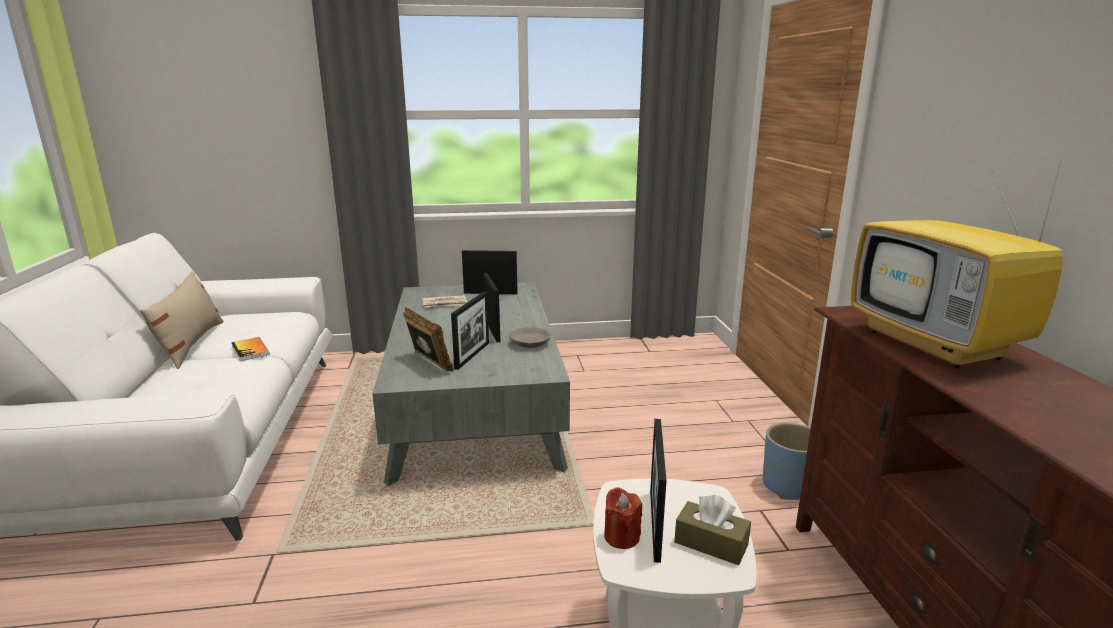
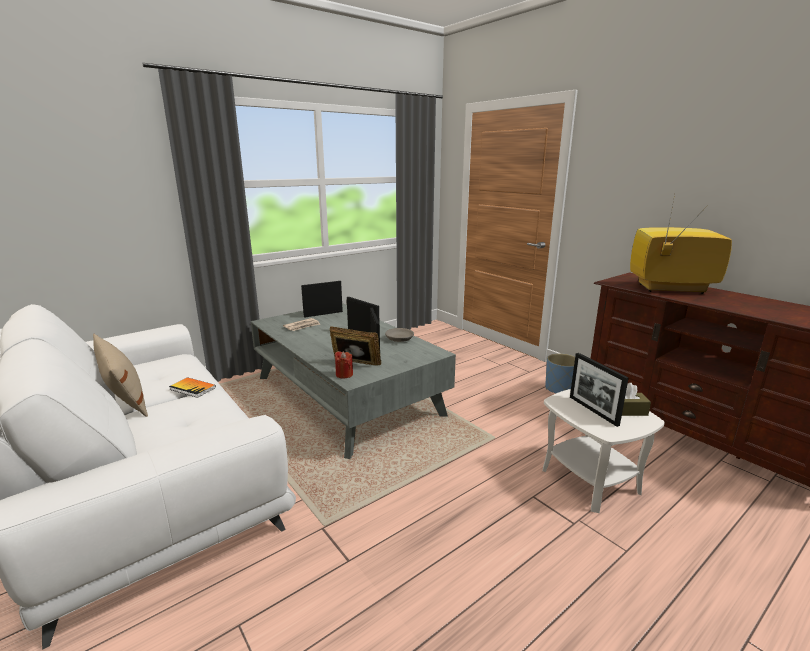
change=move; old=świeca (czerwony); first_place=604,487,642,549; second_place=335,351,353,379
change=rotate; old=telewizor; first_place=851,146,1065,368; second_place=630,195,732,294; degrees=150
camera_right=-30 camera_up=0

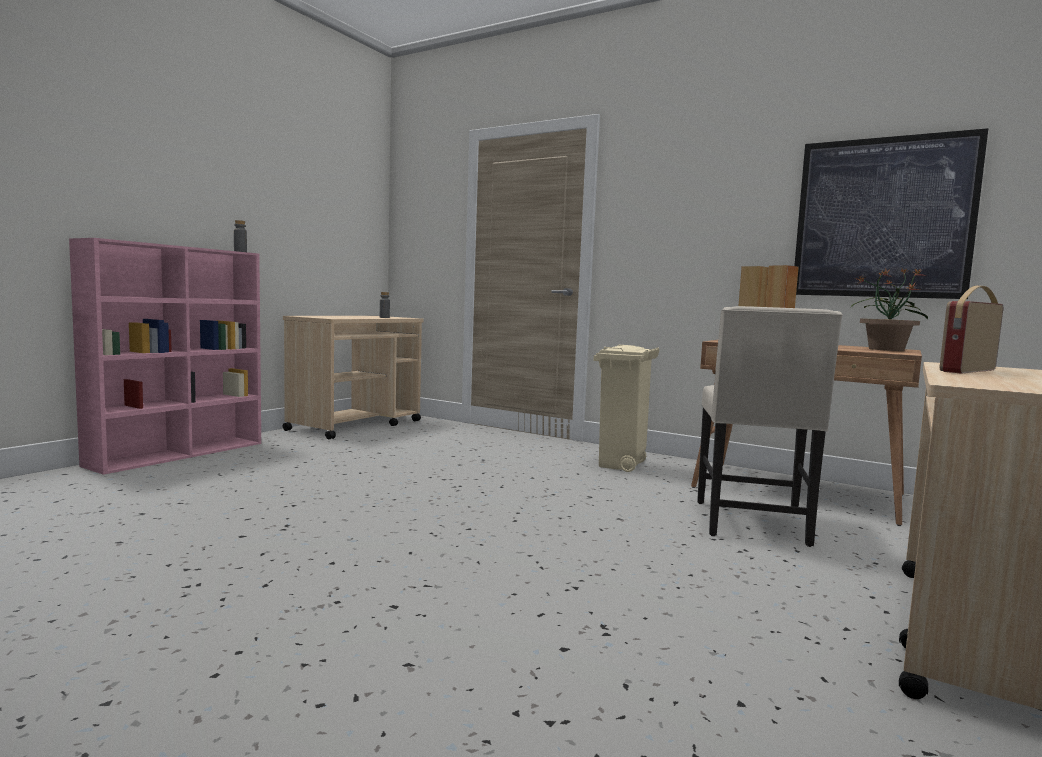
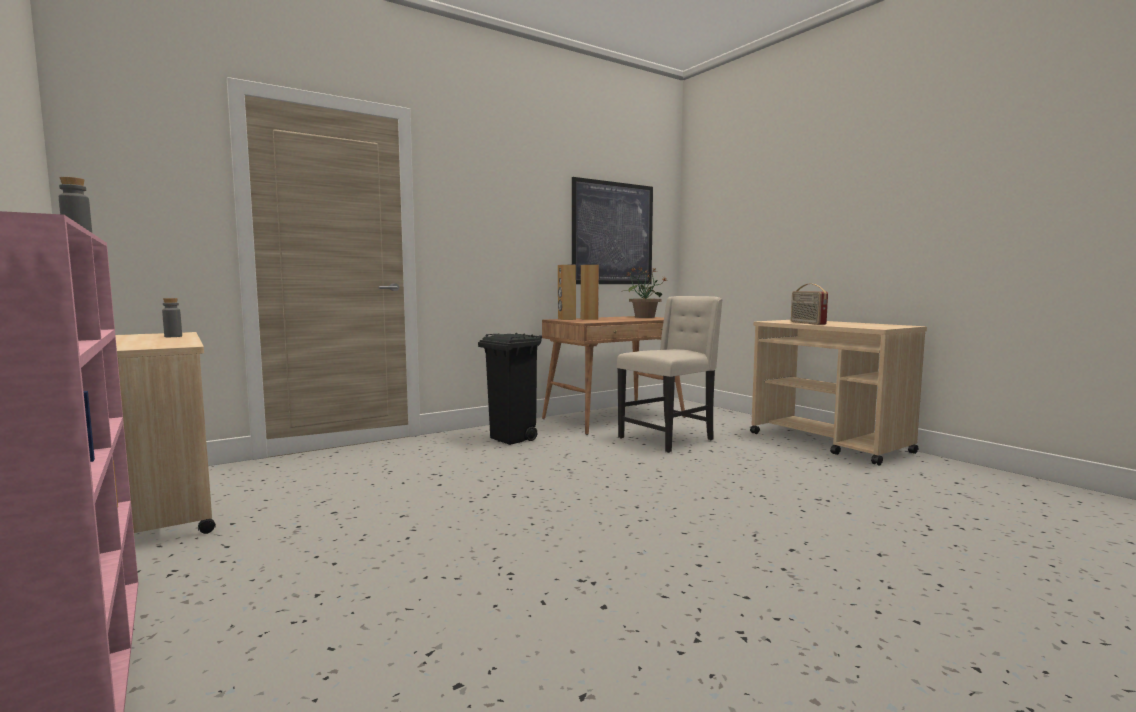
change=recolor; old=kosz na śmieci (beżowy); new=kosz na śmieci (czarny); first_place=594,345,659,472; second_place=478,333,542,445
change=rotate; old=krzesło (beżowy); first_place=697,306,843,547; second_place=617,296,723,453; degrees=-75
camera_right=-65 camera_up=0

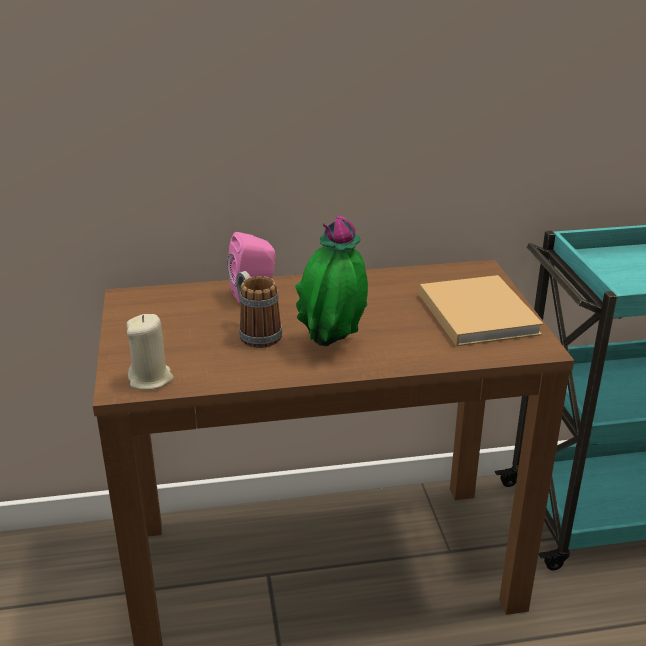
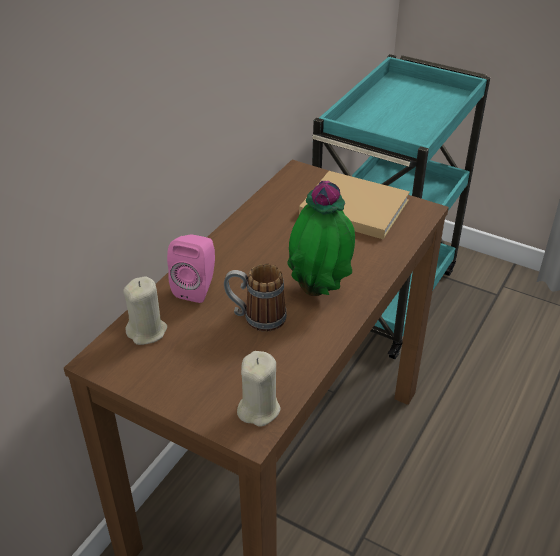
change=insert; new=świeca (beżowy); second_place=123,276,167,345
camera_right=-50 camera_up=10

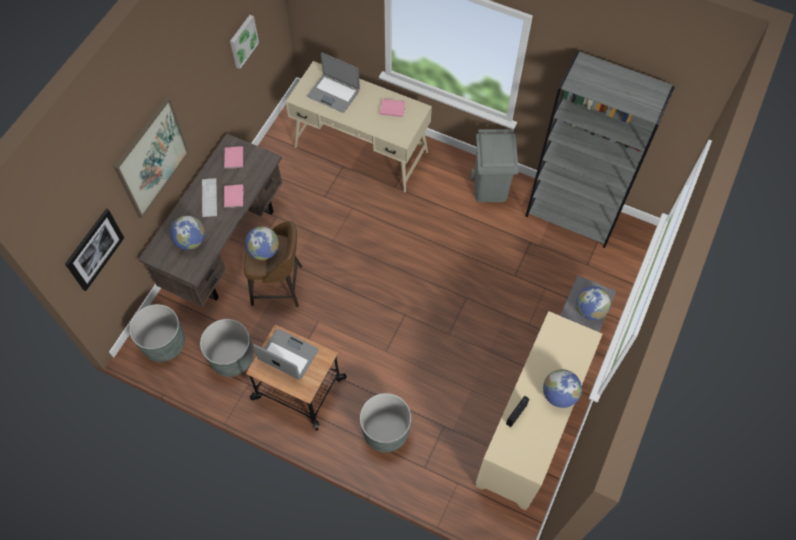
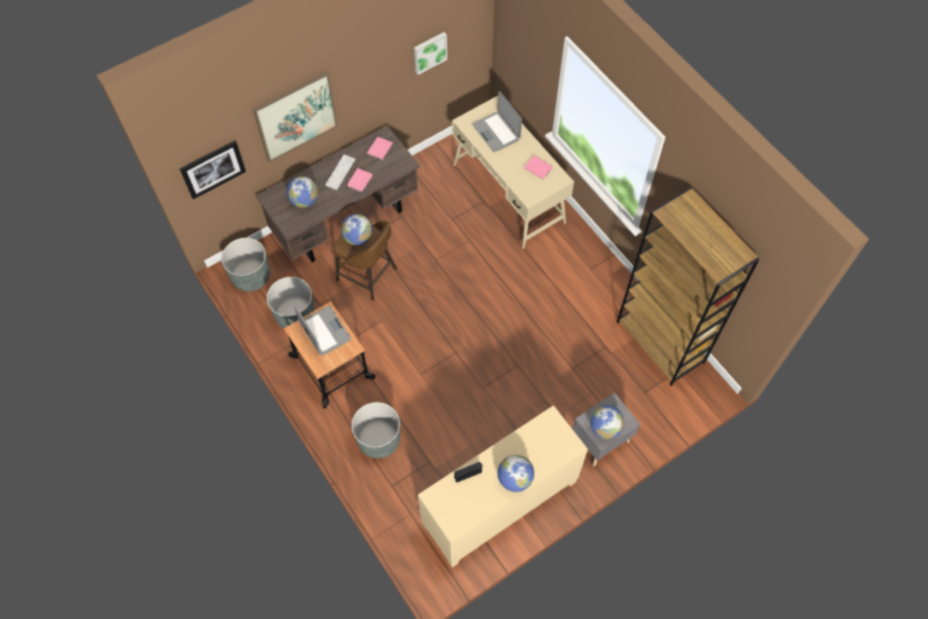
change=recolor; old=regał (szary); new=regał (brązowy); first_place=526,52,675,248; second_place=617,187,760,386
change=delete; old=kosz na śmieci (szary); first_place=471,129,519,202
camera_right=30 camera_up=0

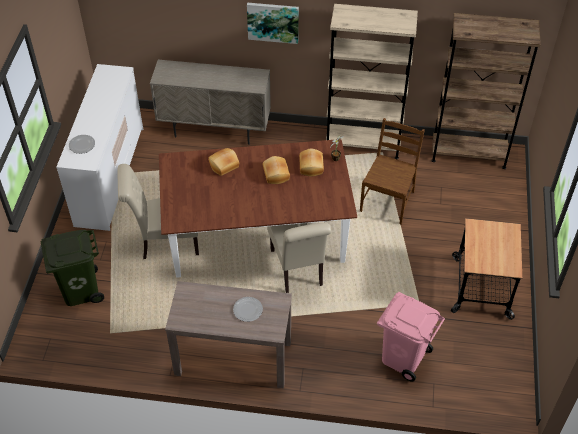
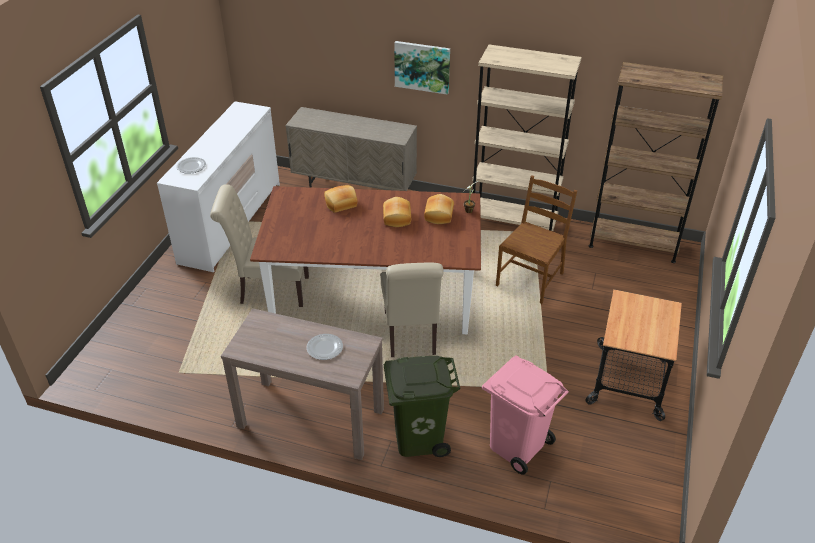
change=move; old=kosz na śmieci (zielony); first_place=41,230,104,306; second_place=384,356,460,457
camera_right=10 camera_up=-10

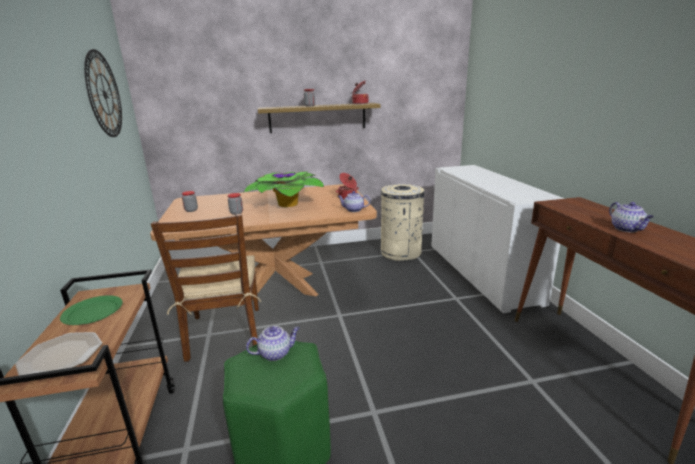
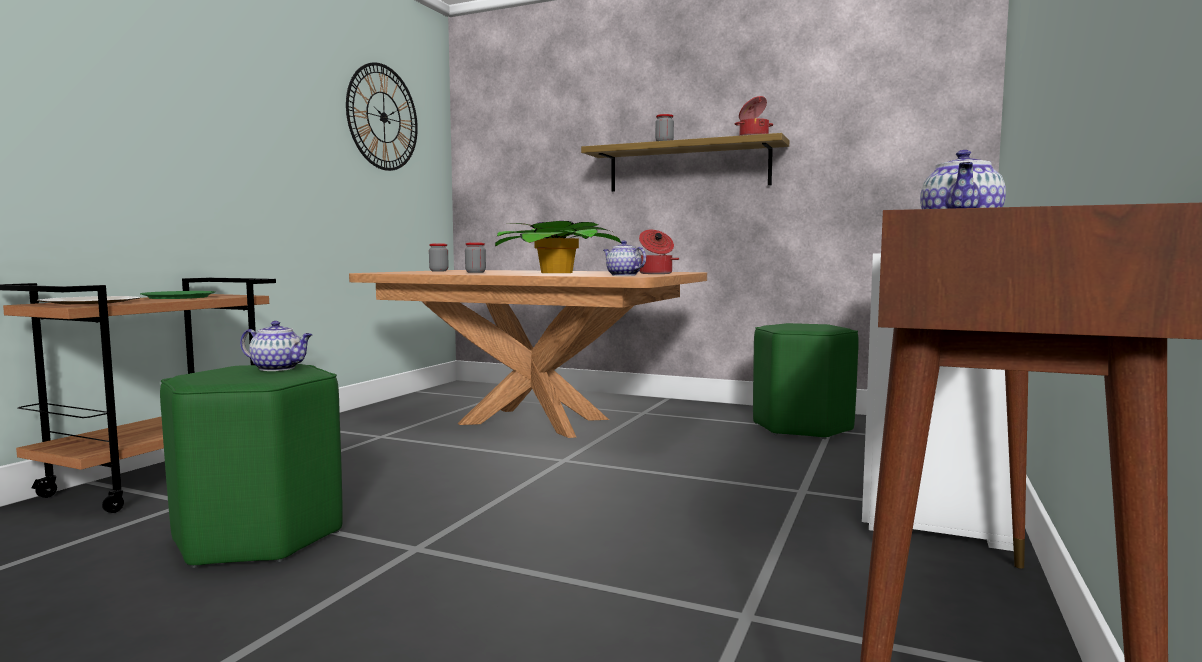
change=replace; old=kosz na śmieci (beżowy); new=stołek (zielony); first_place=380,184,425,261; second_place=753,323,859,439
change=delete; old=krzesło (brązowy); first_place=151,214,262,362
camera_right=35 camera_up=-15

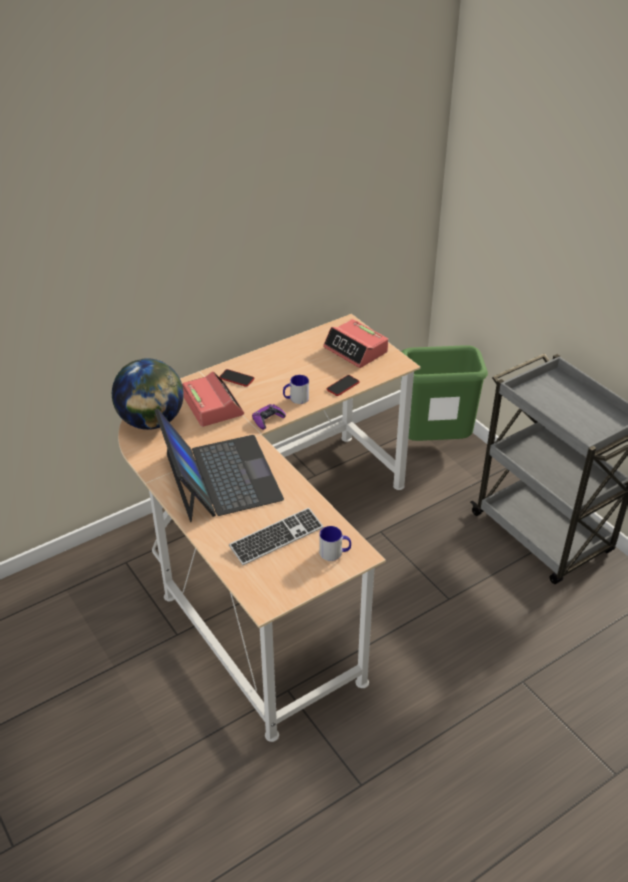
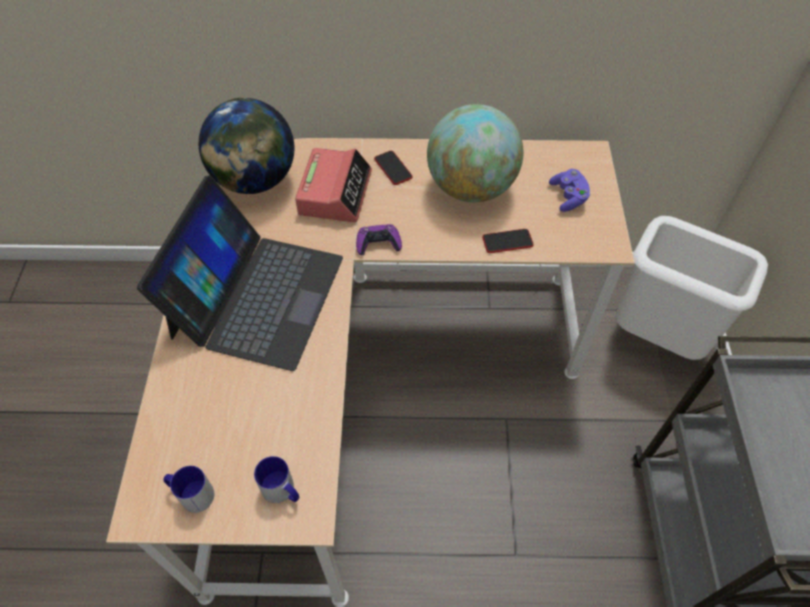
change=move; old=kubek; first_place=283,375,309,404; second_place=163,466,214,513
change=insert; new=globus; second_place=427,104,524,202
change=replace; old=budzik; new=pad do gier (fioletowy); first_place=323,319,388,368; second_place=549,169,590,212
change=recolor; old=kosz na śmieci (zielony); new=kosz na śmieci (biały); first_place=401,345,488,441; second_place=616,216,768,360
change=delete; old=klawiatura; first_place=229,508,323,565
camera_right=35 camera_up=15

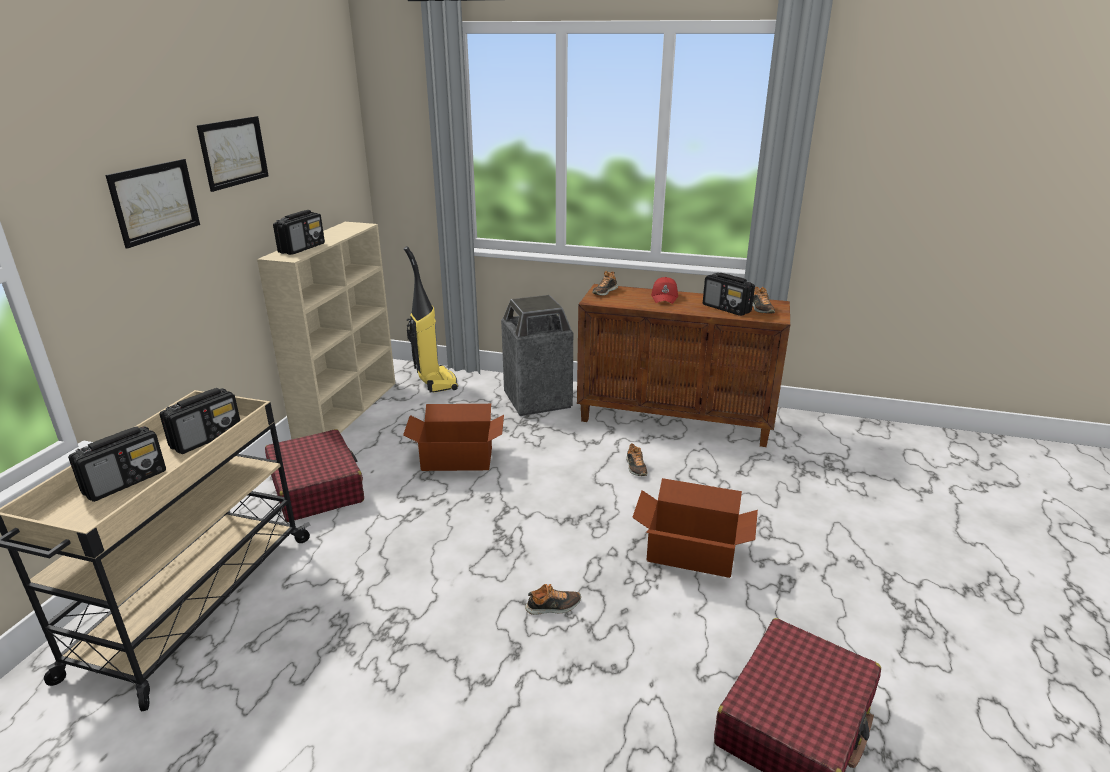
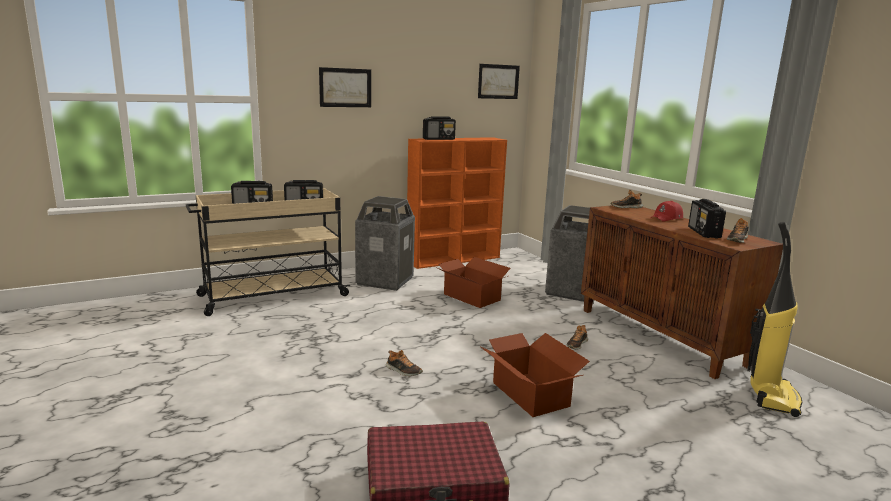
change=replace; old=walizka (czerwony); new=kosz na śmieci; first_place=265,429,364,522; second_place=355,196,415,291
change=recolor; old=regał (beżowy); new=regał (pomarańczowy); first_place=257,222,395,439; second_place=407,137,507,269
change=move; old=obraz; first_place=197,116,269,192; second_place=478,64,520,99
change=move; old=odkurzacz; first_place=404,246,458,393; second_place=747,222,802,417
camera_right=45 camera_up=-10

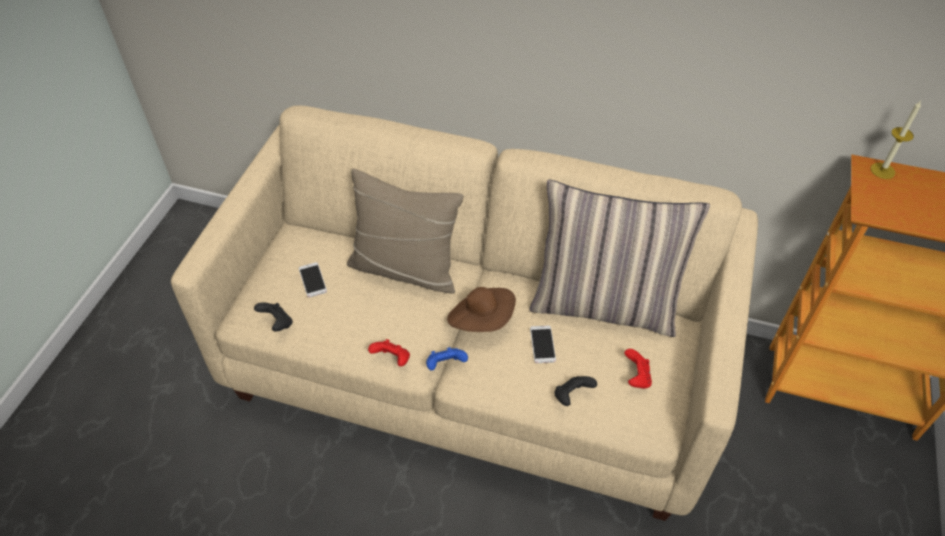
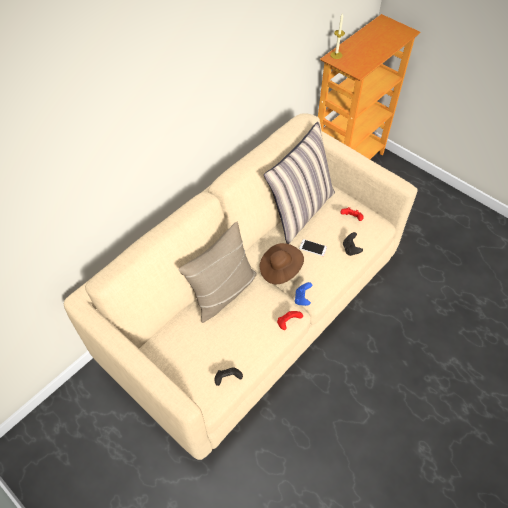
change=delete; old=telefon; first_place=299,262,327,298
camera_right=-65 camera_up=5

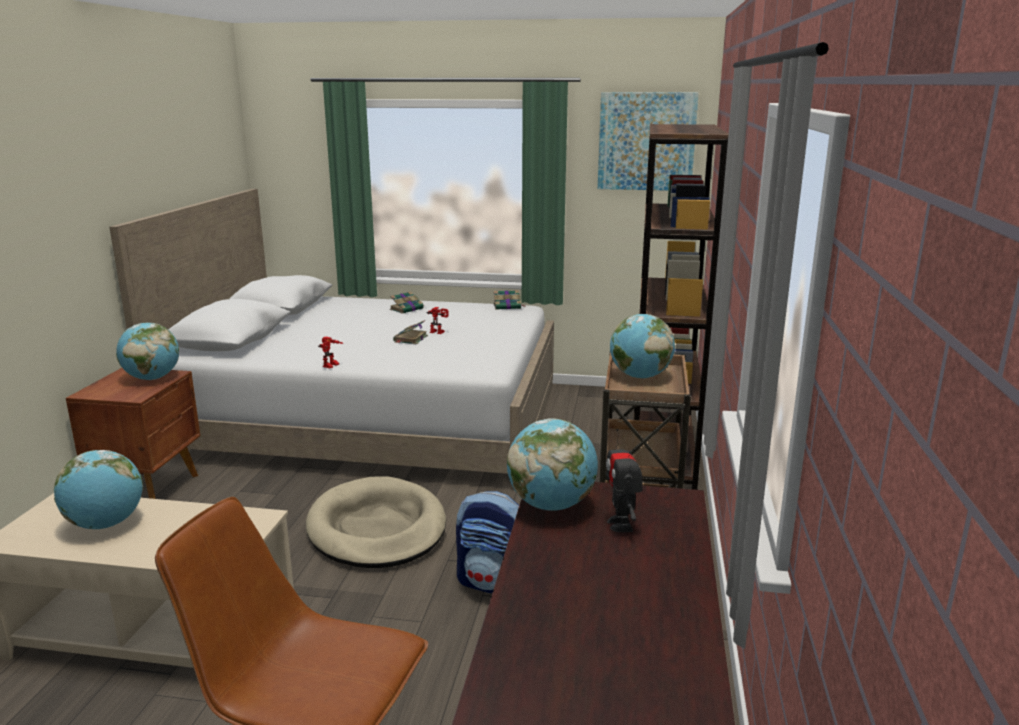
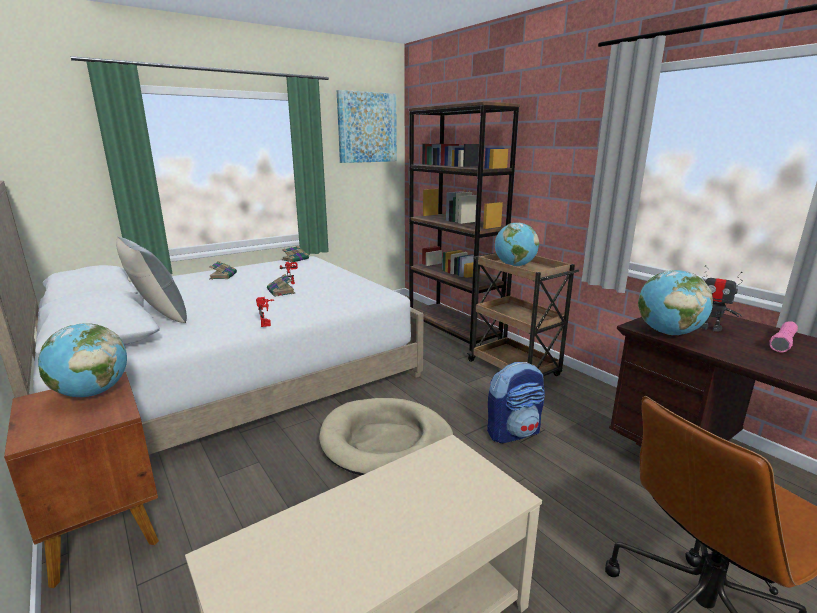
change=insert; new=poduszka (szary); second_place=116,237,187,323
change=insert; new=latarka (różowy); second_place=769,321,798,352
change=delete; old=globus; first_place=54,450,143,529
camera_right=-45 camera_up=0

